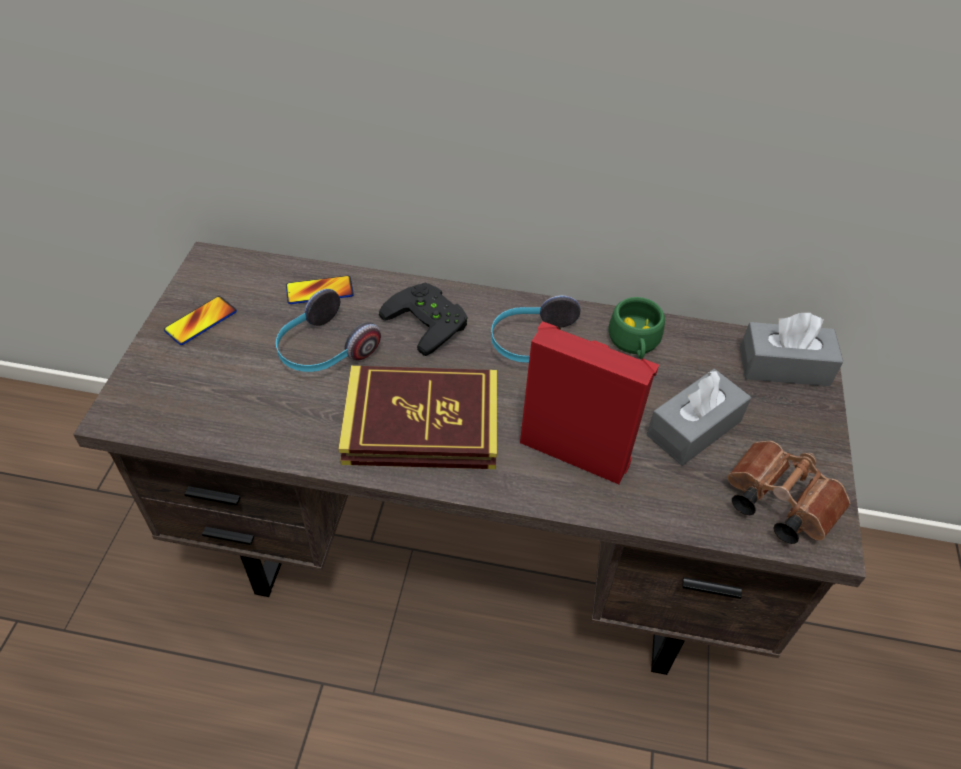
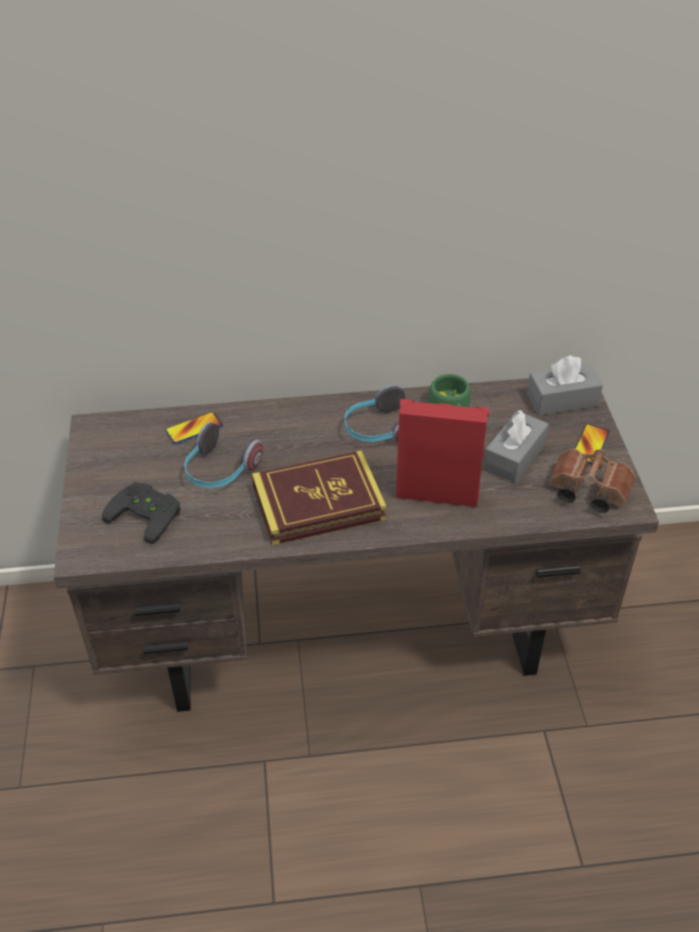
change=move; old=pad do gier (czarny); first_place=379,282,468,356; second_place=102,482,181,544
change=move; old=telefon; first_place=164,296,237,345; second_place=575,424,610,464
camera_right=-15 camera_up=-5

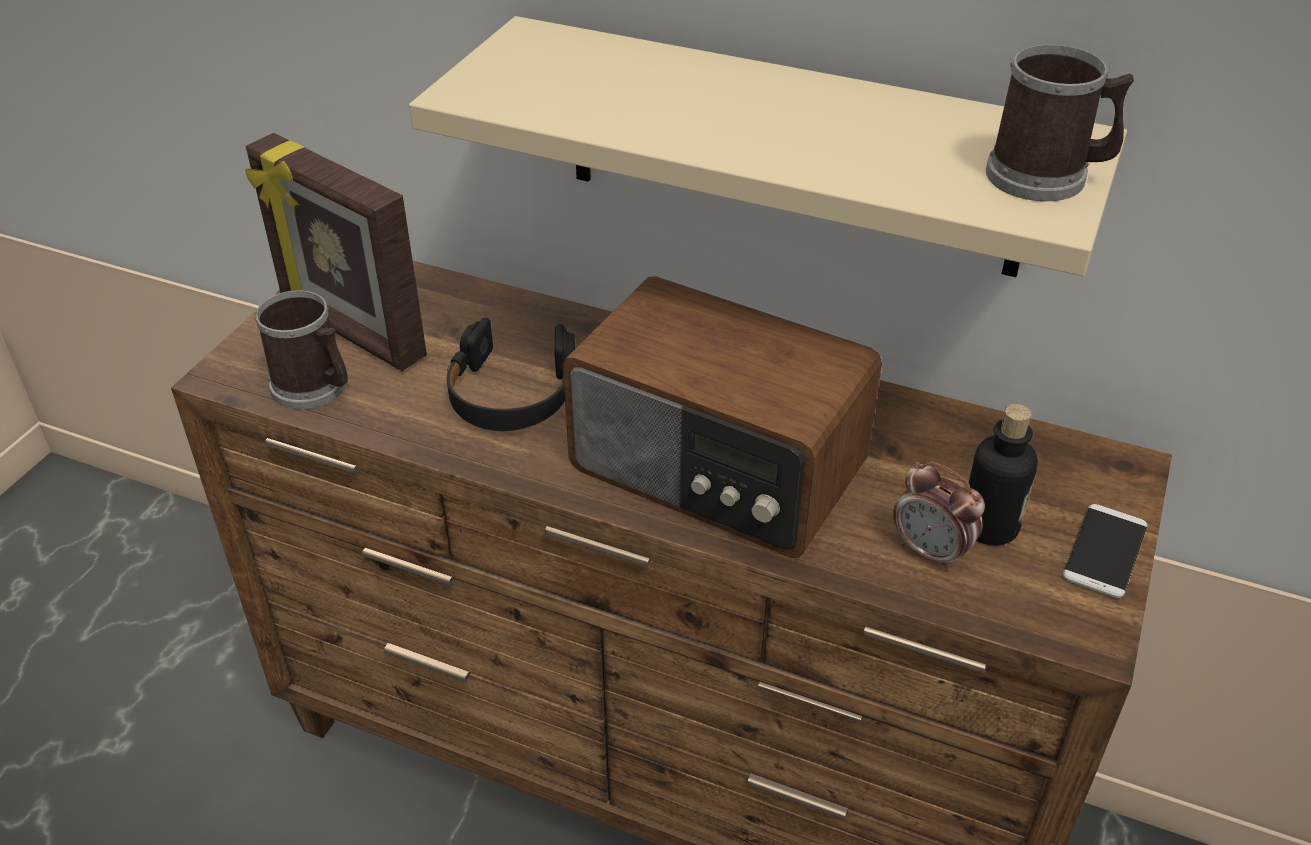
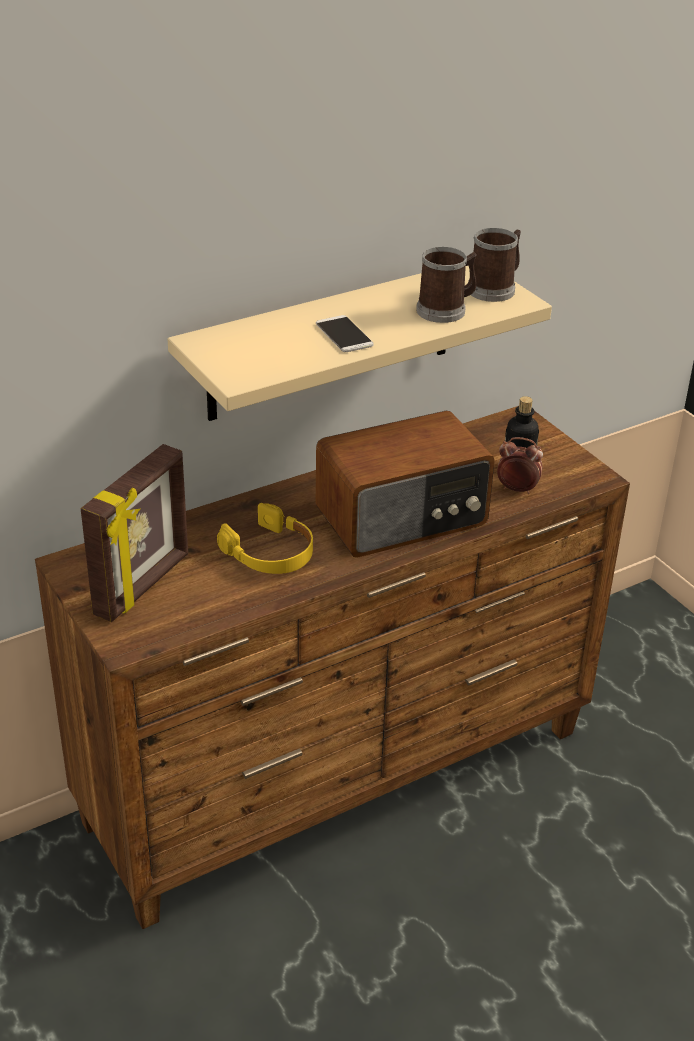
change=rotate; old=ramka na zdjęcie; first_place=245,133,427,371; second_place=81,444,188,622; degrees=-45
change=recolor; old=słuchawki (czarny); new=słuchawki (żółty); first_place=447,318,575,431; second_place=217,503,313,574
change=move; old=telefon; first_place=1063,504,1147,598; second_place=316,315,374,352
change=move; old=kubek; first_place=254,290,348,410; second_place=416,247,477,323
change=rotate; old=budzik; first_place=893,461,985,571; second_place=497,437,543,494; degrees=-150
camera_right=-55 camera_up=-5

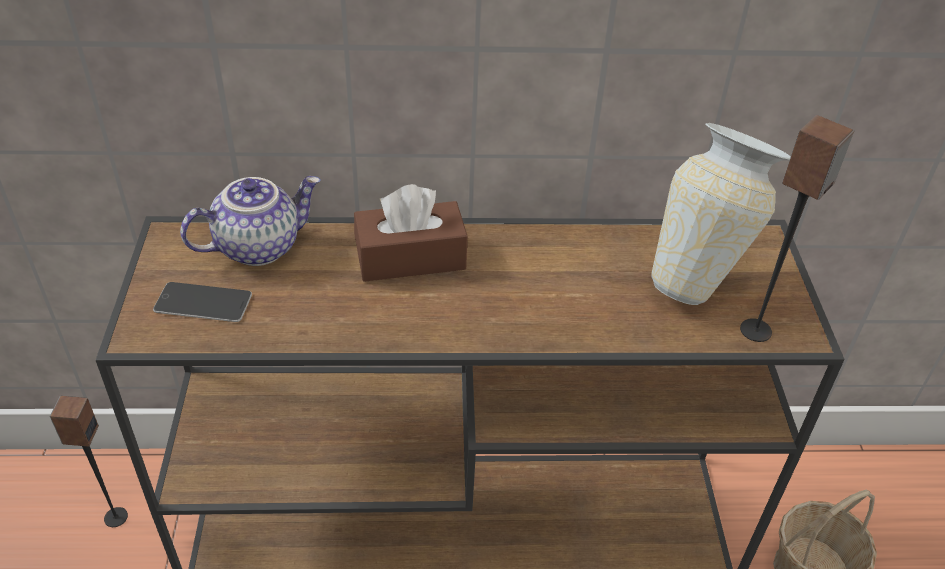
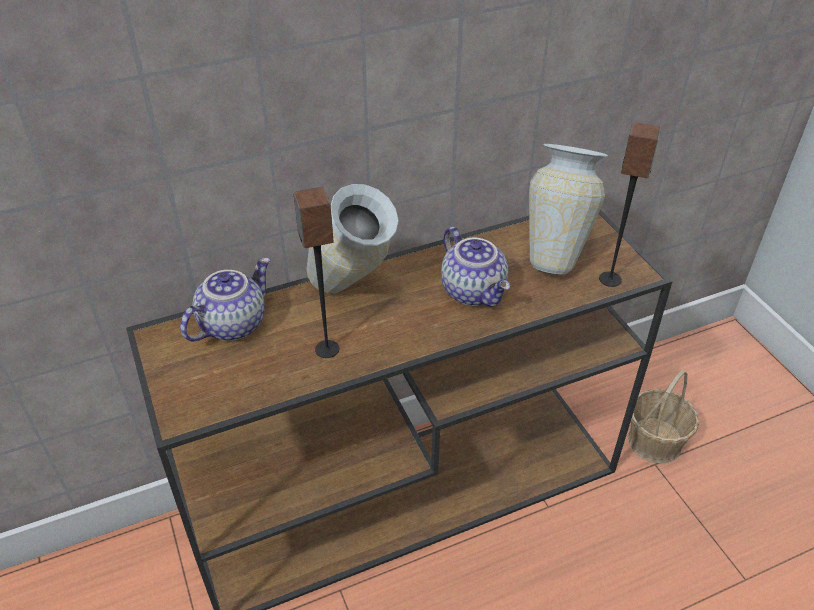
change=move; old=głośnik; first_place=50,396,128,527; second_place=293,187,339,358
change=replace; old=pudełko chusteczek (brązowy); new=wazon; first_place=354,184,468,282; second_place=307,184,399,293
change=insert; new=imbryk; second_place=441,227,510,307
change=delete; old=telefon; first_place=153,282,252,322
camera_right=-20 camera_up=0

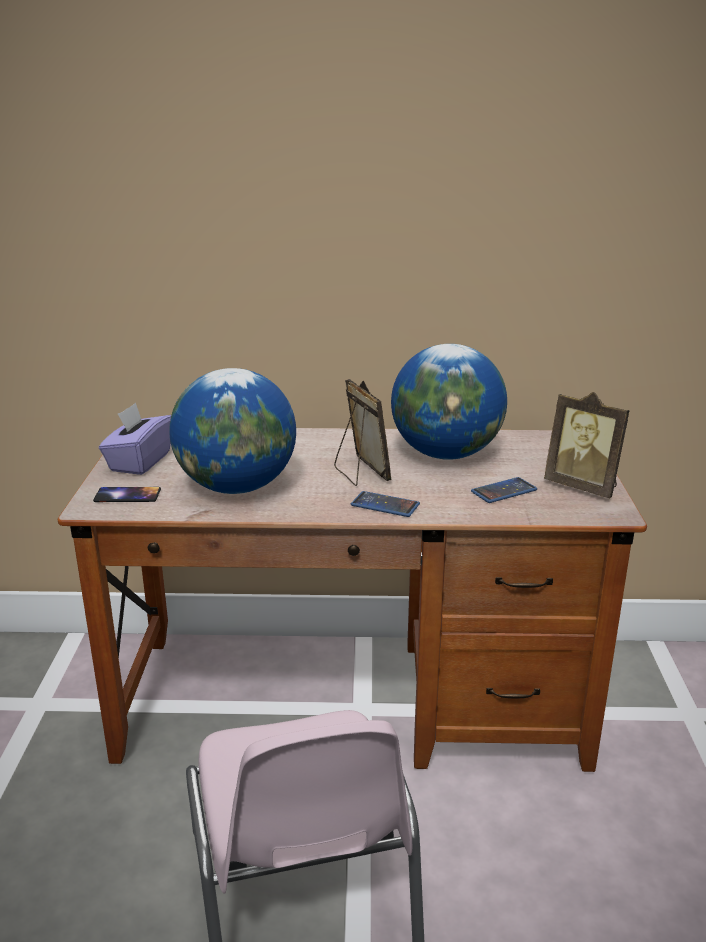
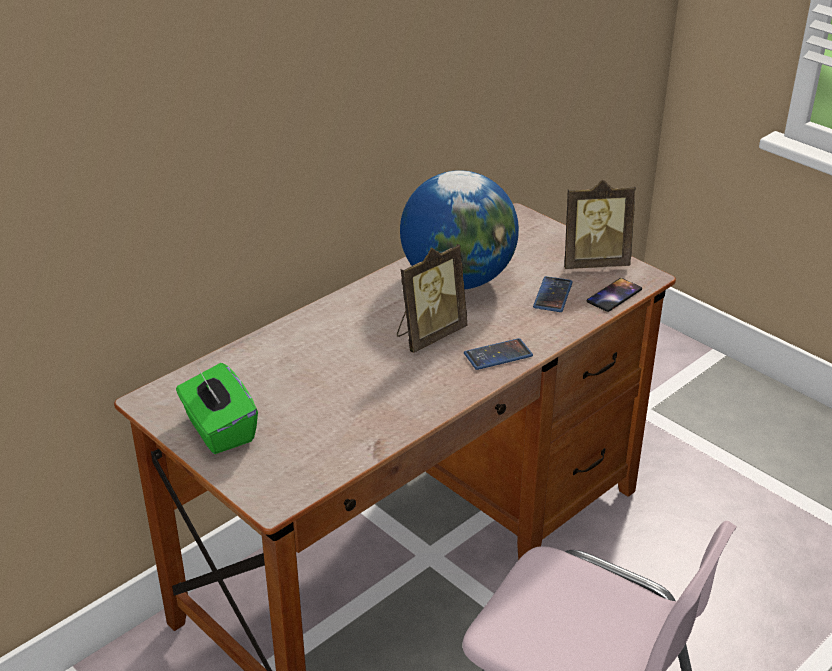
change=recolor; old=pudełko chusteczek (fioletowy); new=pudełko chusteczek (zielony); first_place=99,402,171,475; second_place=176,363,258,454
change=rotate; old=ramka na zdjęcie; first_place=334,379,392,486; second_place=397,244,467,353; degrees=120
change=move; old=telefon; first_place=93,487,161,502; second_place=586,278,642,312
change=delete; old=globus; first_place=169,368,296,494
camera_right=-45 camera_up=10

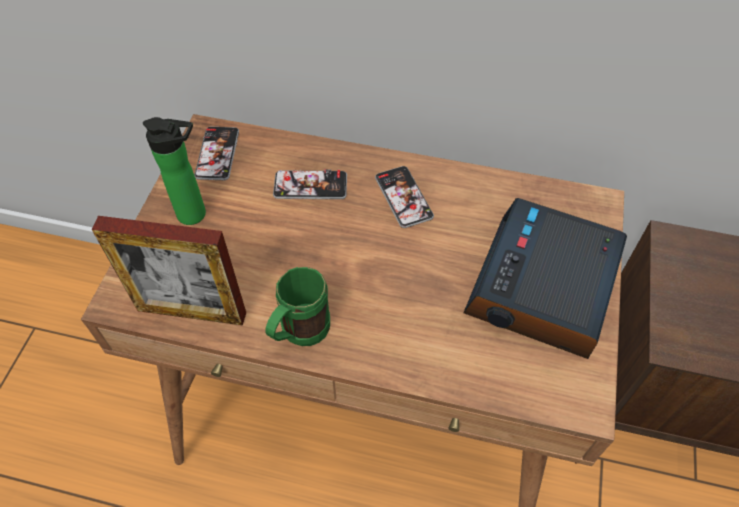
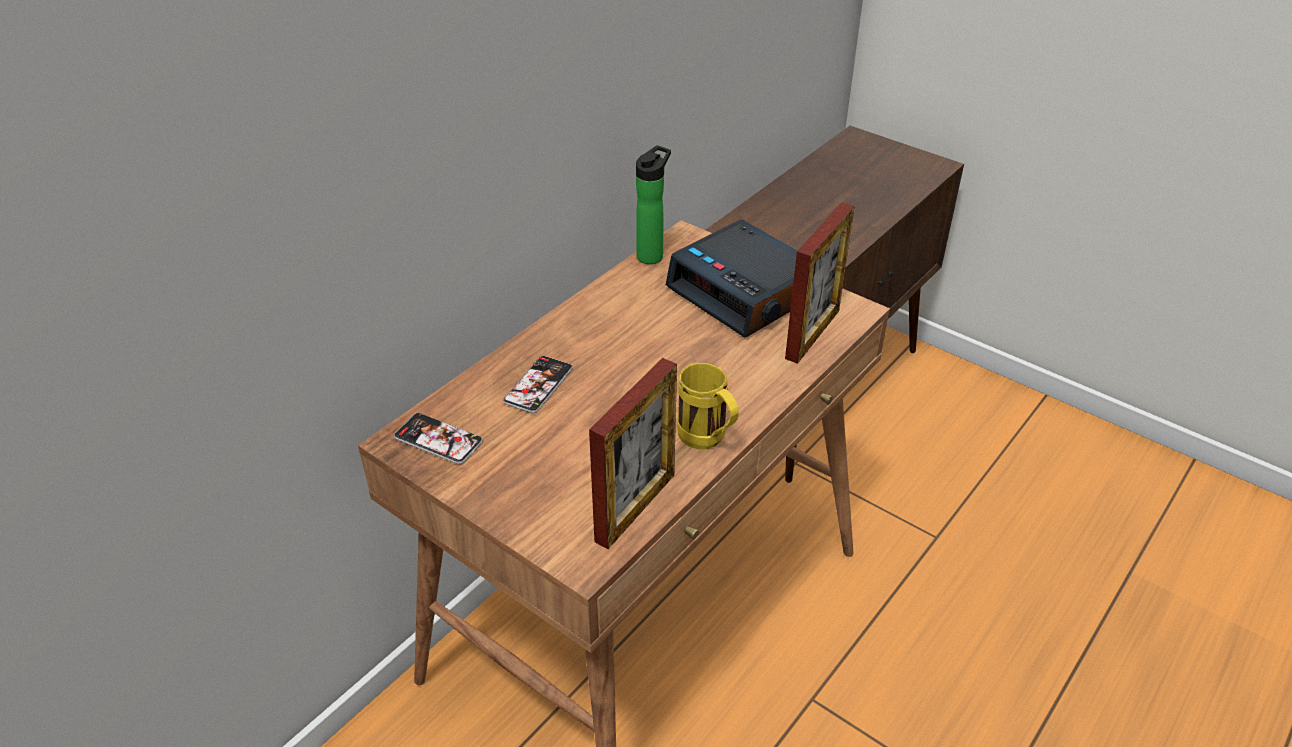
change=move; old=butelka; first_place=143,117,206,225; second_place=636,145,671,264
change=recolor; old=kubek (zielony); new=kubek (żółty); first_place=265,267,330,346; second_place=678,362,739,449
change=insert; new=ramka na zdjęcie; second_place=785,202,855,364
change=delete; old=telefon; first_place=375,166,434,228
camera_right=-65 camera_up=-15

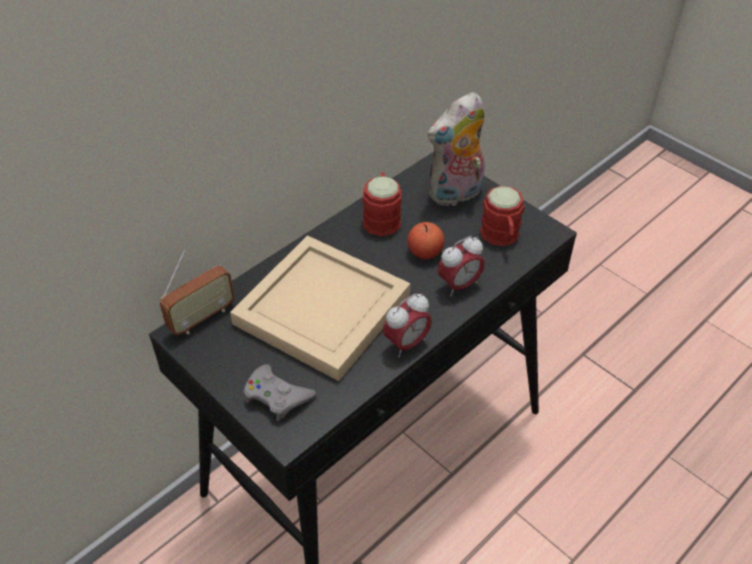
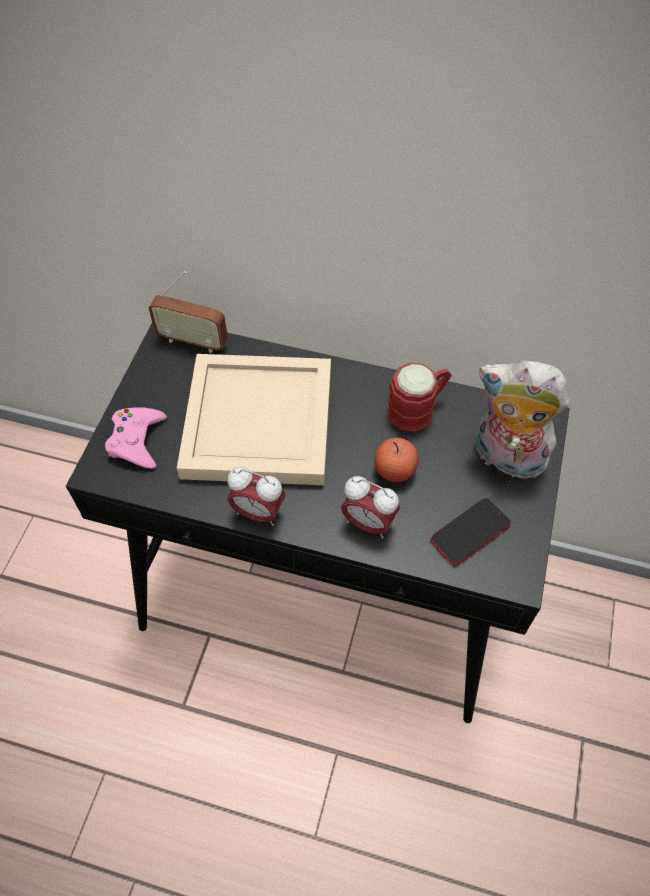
change=recolor; old=pad do gier (szary); new=pad do gier (różowy); first_place=244,364,316,421; second_place=105,407,167,469
change=replace; old=kubek (czerwony); new=telefon; first_place=480,186,524,246; second_place=430,498,511,566
camera_right=60 camera_up=10

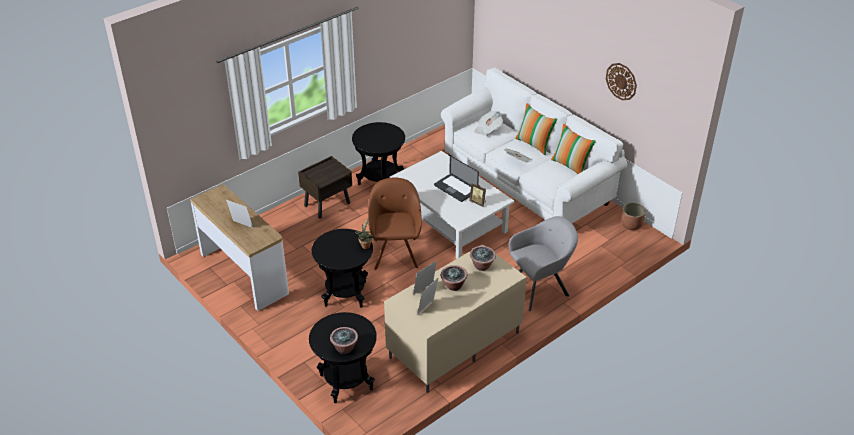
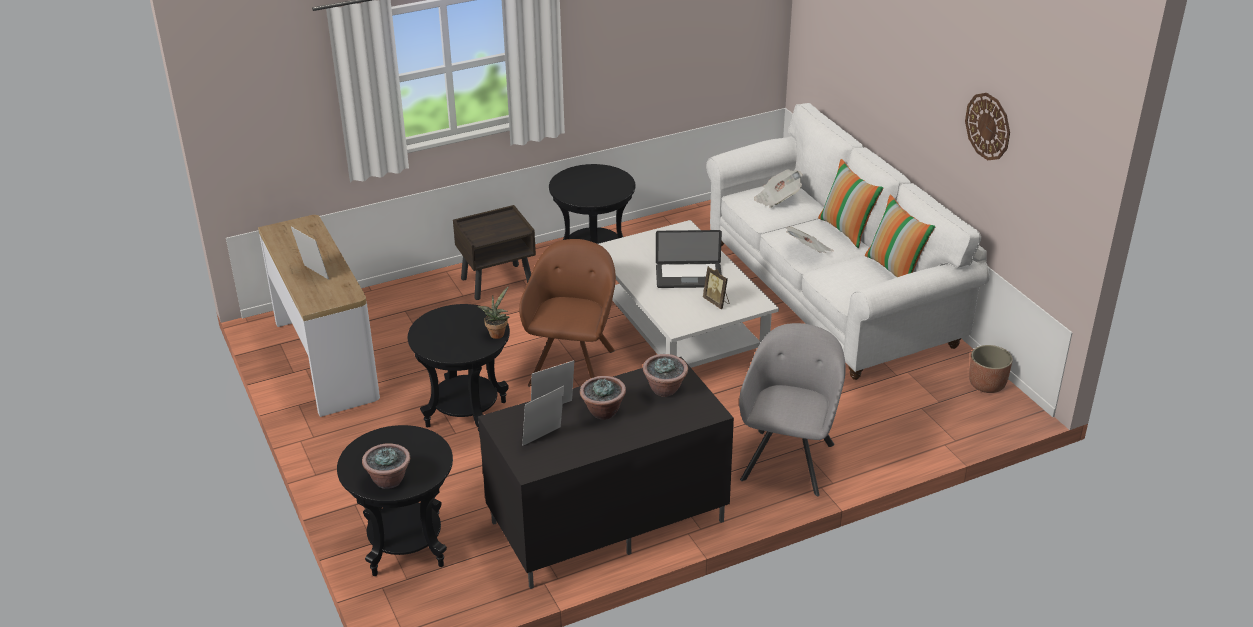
change=recolor; old=szafka pod telewizor (beżowy); new=szafka pod telewizor (czarny); first_place=384,244,527,393; second_place=478,357,734,589
change=rotate; old=laptop; first_place=434,156,479,202; second_place=656,230,722,288; degrees=-60
change=rotate; old=fotel (szary); first_place=509,216,578,312; second_place=739,323,846,496; degrees=-60
camera_right=15 camera_up=-5

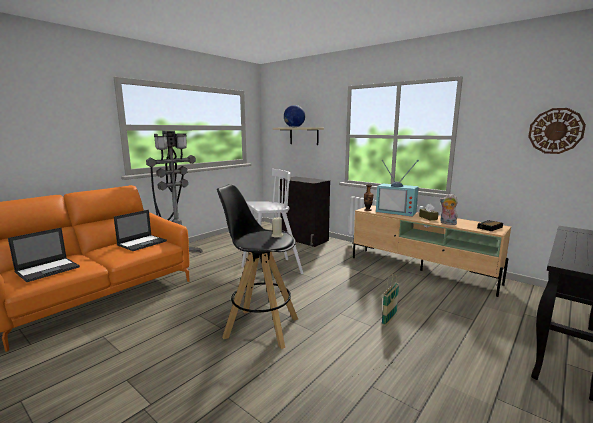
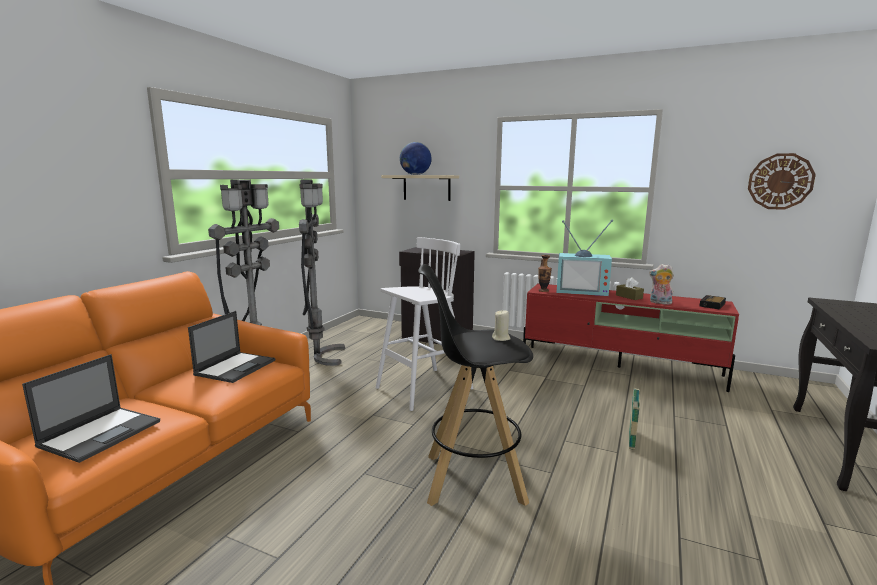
change=insert; new=lampa stojąca (szary); second_place=299,179,345,366
change=recolor; old=szafka pod telewizor (beżowy); new=szafka pod telewizor (czerwony); first_place=353,205,511,297; second_place=523,283,739,392
camera_right=-15 camera_up=0

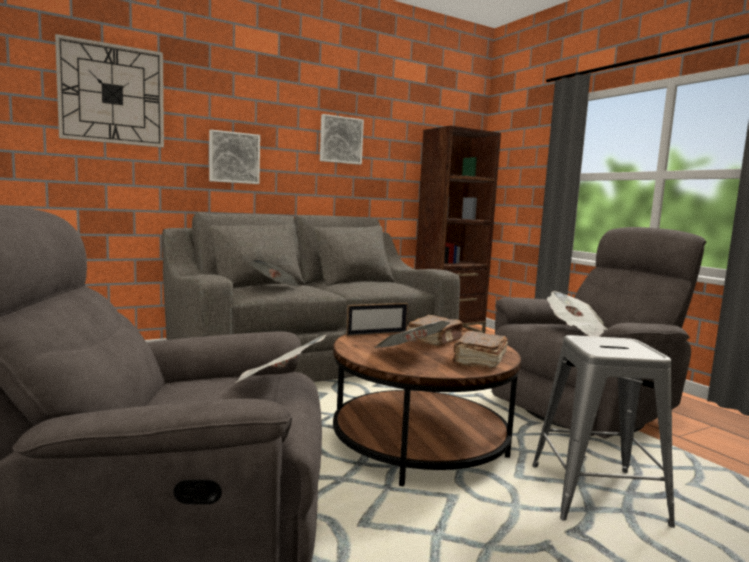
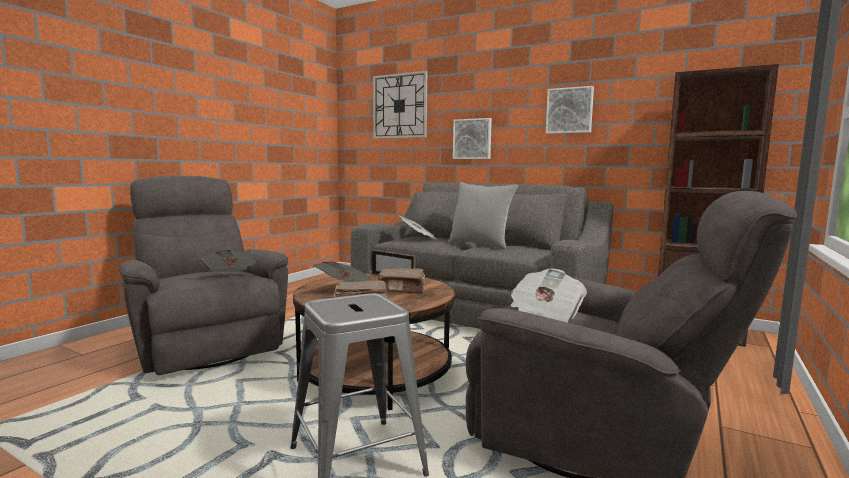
change=insert; new=poduszka (szary); second_place=448,182,518,250
camera_right=60 camera_up=0

